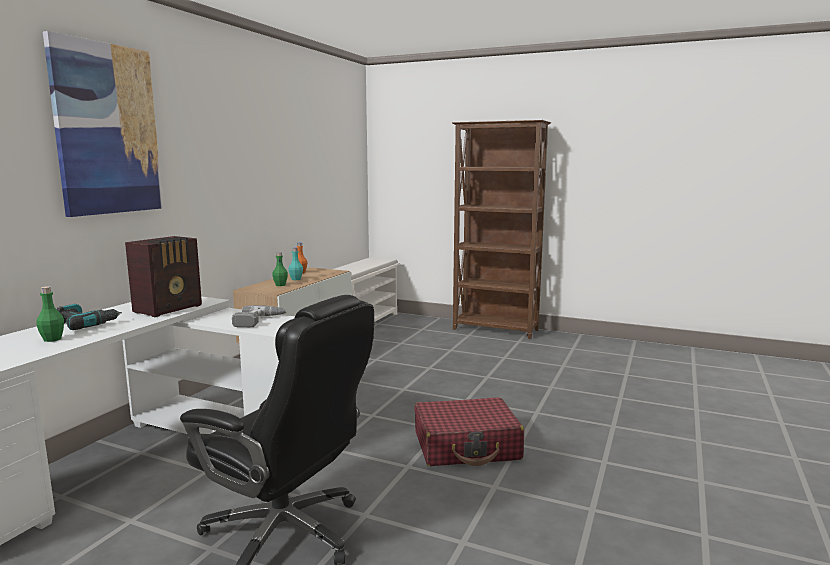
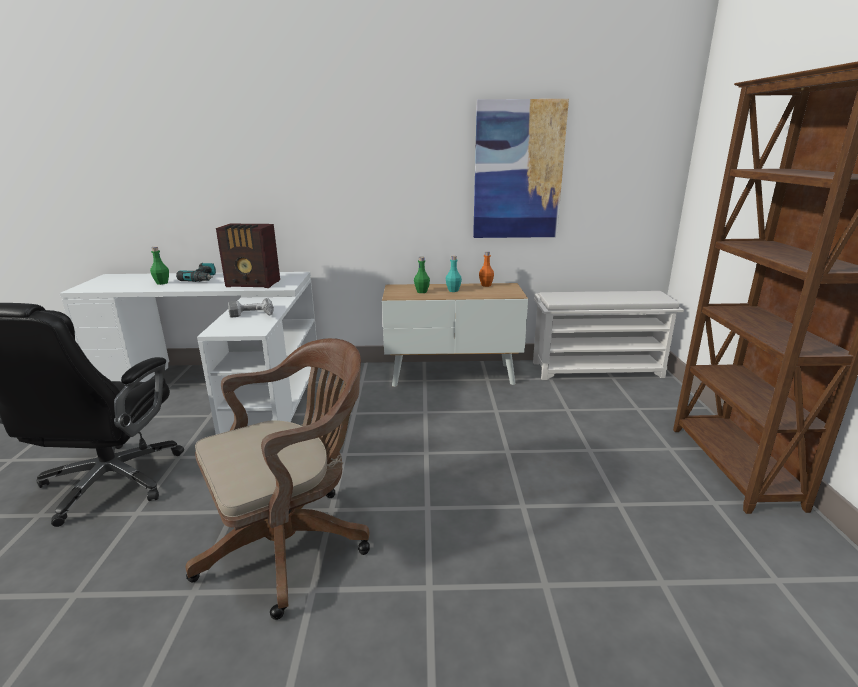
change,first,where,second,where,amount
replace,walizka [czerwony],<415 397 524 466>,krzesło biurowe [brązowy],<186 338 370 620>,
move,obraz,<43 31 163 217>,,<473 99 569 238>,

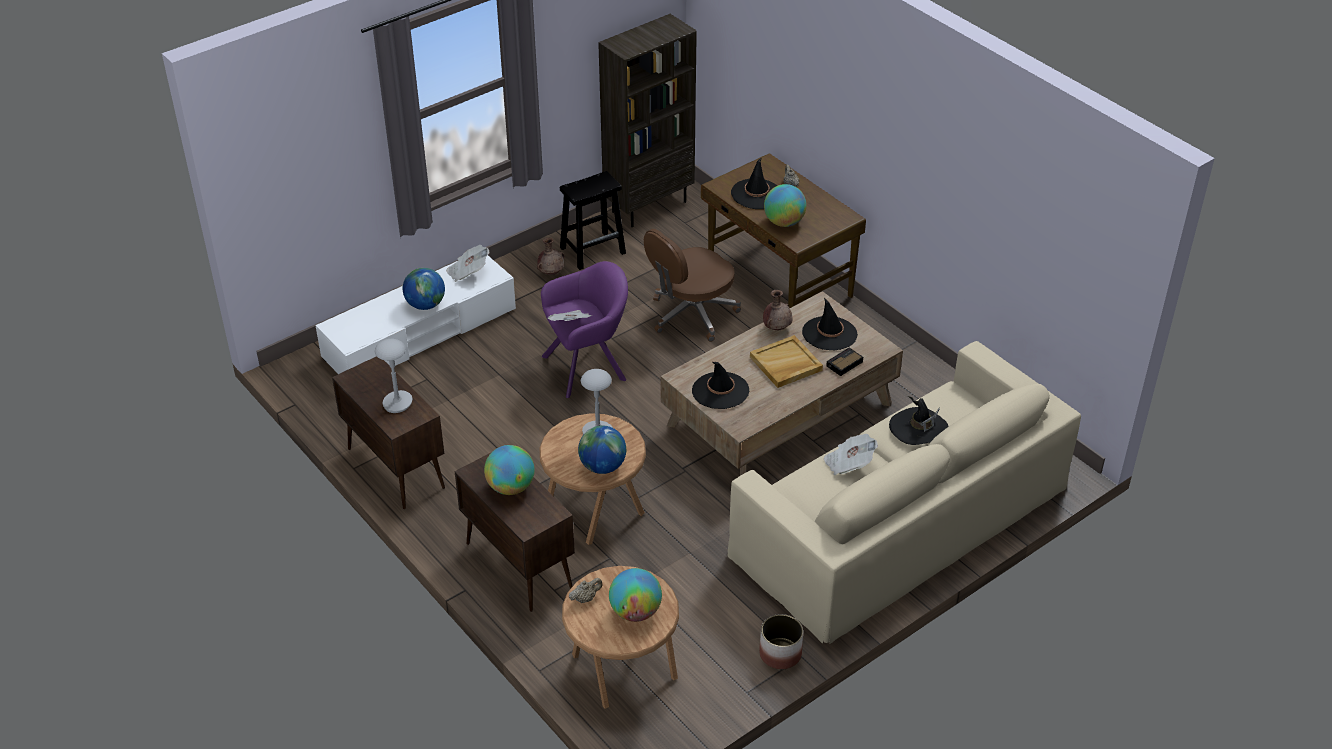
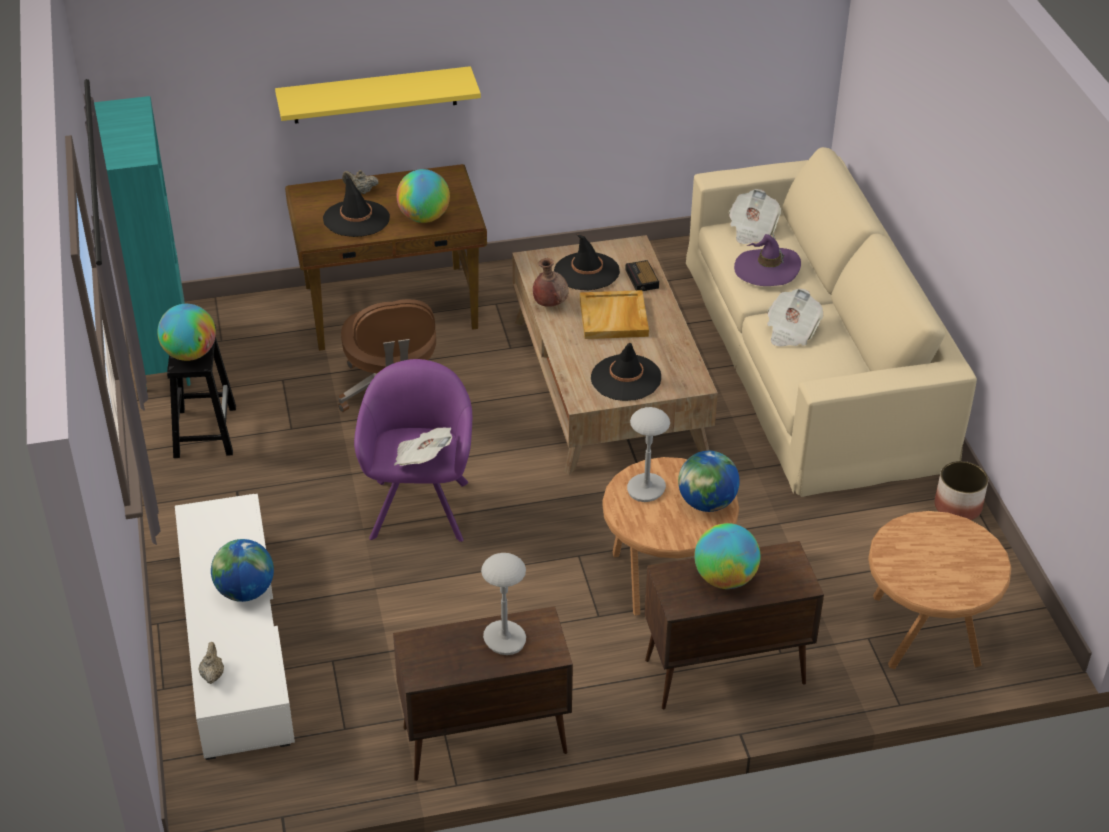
change,first,where,second,where,amount
recolor,regał [brązowy],<598 14 697 227>,regał [turkusowy],<94 96 191 388>,
move,globus,<609 568 662 622>,,<157 304 216 361>,
move,imbryk [beżowy],<569 578 603 603>,,<199 642 224 684>,
insert,,,półka [żółty],<275 66 481 124>,
move,gazeta,<446 245 490 282>,,<729 189 781 244>,
recolor,kapelusz [czarny],<889 396 949 445>,kapelusz [fioletowy],<734 234 801 286>,
delete,wazon [brązowy],<537 237 565 275>,,,

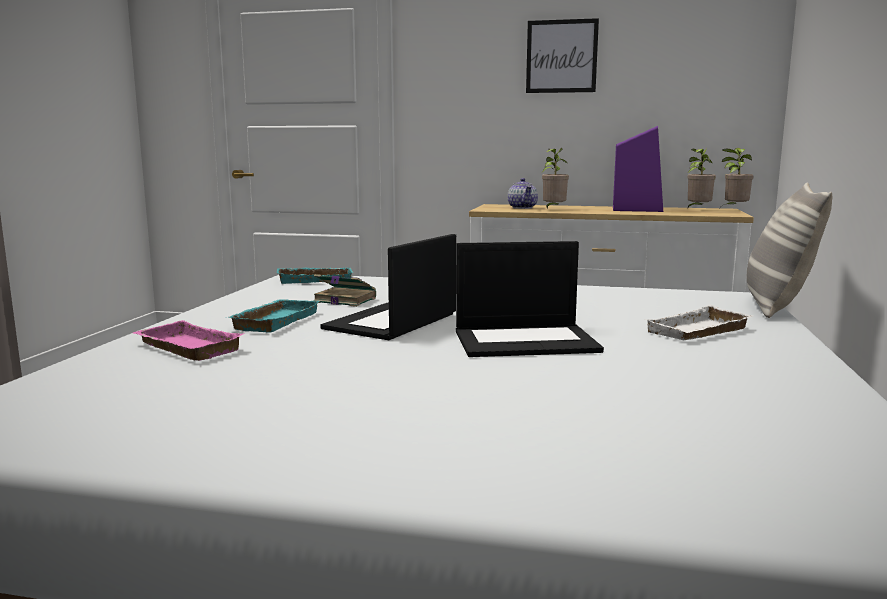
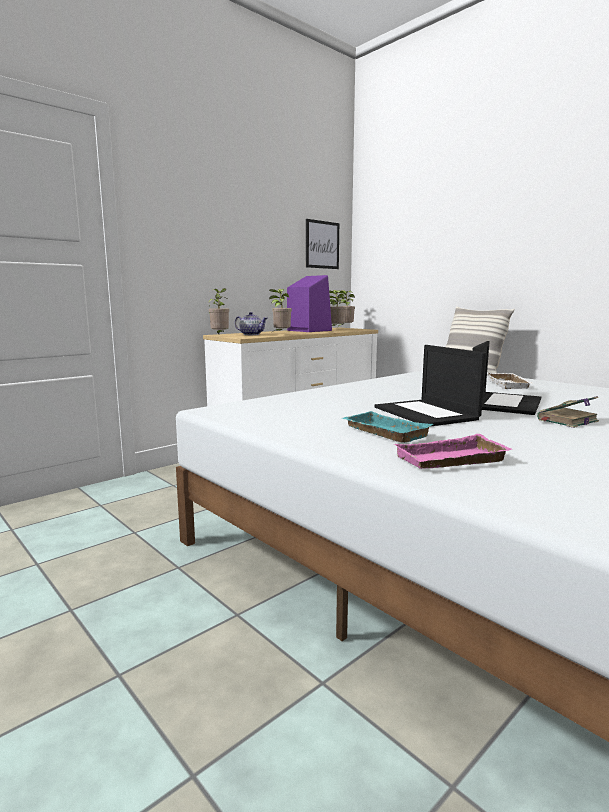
change,first,where,second,where,amount
insert,,,roślina doniczkowa,<208 288 229 334>,
move,obraz,<526 18 599 93>,,<306 219 339 269>,
move,książka,<313 274 376 307>,,<537 396 599 428>,
delete,taca [turkusowy],<276 268 353 284>,,,

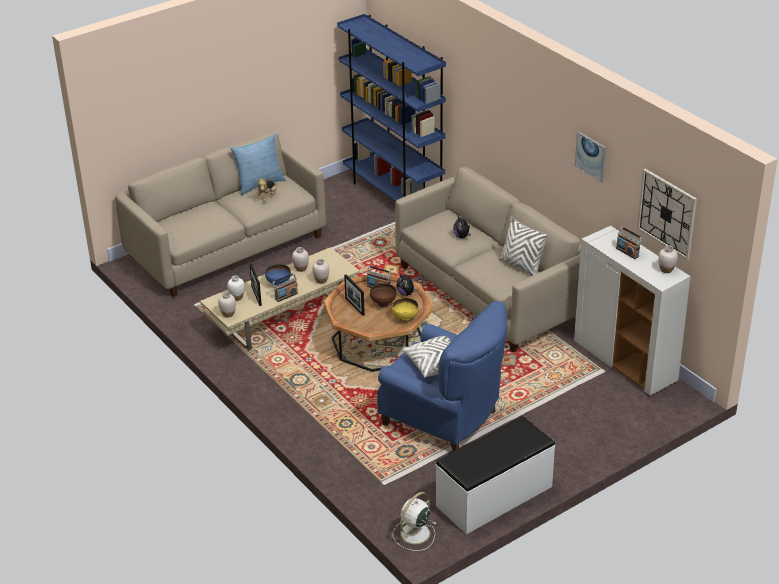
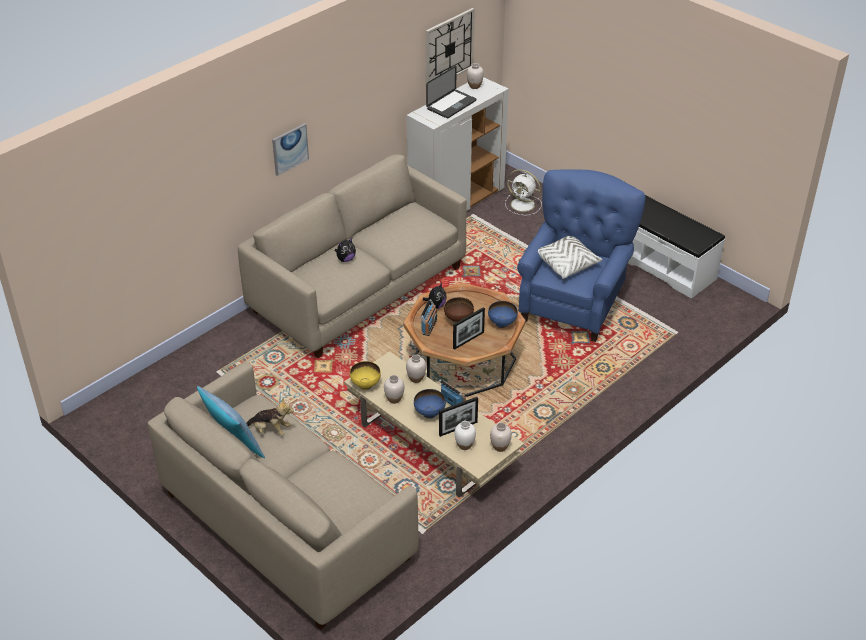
change,first,where,second,where,amount
move,obraz,<575 132 606 183>,,<272 123 309 176>,
move,miska [żółty],<392 298 419 322>,,<350 361 381 390>,
replace,radio,<616 227 643 259>,laptop,<426 66 476 118>,
insert,,,miska [niebieski],<488 301 518 328>,
move,wentylator [biały],<393 492 436 551>,,<505 169 542 216>,
delete,regał [niebieski],<337 14 446 202>,,,
delete,poduszka [biały],<499 217 548 276>,,,

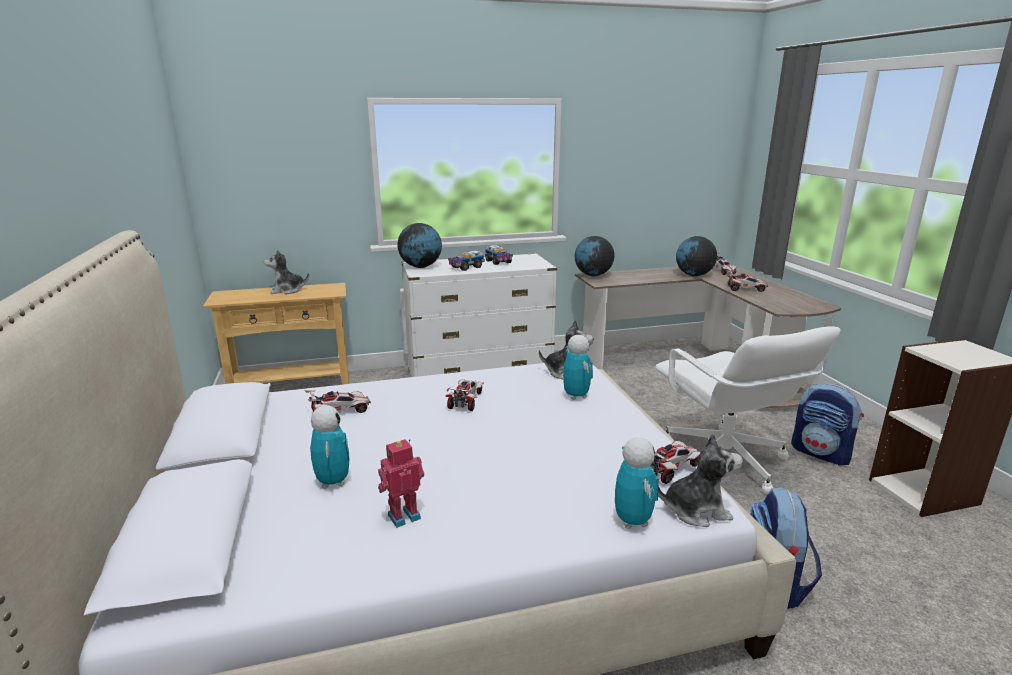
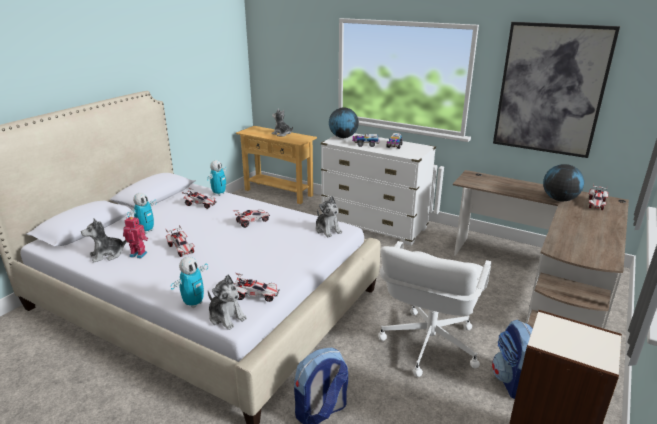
change,first,where,second,where,amount
insert,,,pluszak,<81 218 127 263>,
move,samochodzik,<726 270 768 292>,,<166 225 195 257>,
move,robot zabawkowy,<563 335 593 400>,,<207 160 227 196>,
insert,,,obraz,<493 22 620 158>,
delete,globus,<575 236 615 276>,,,

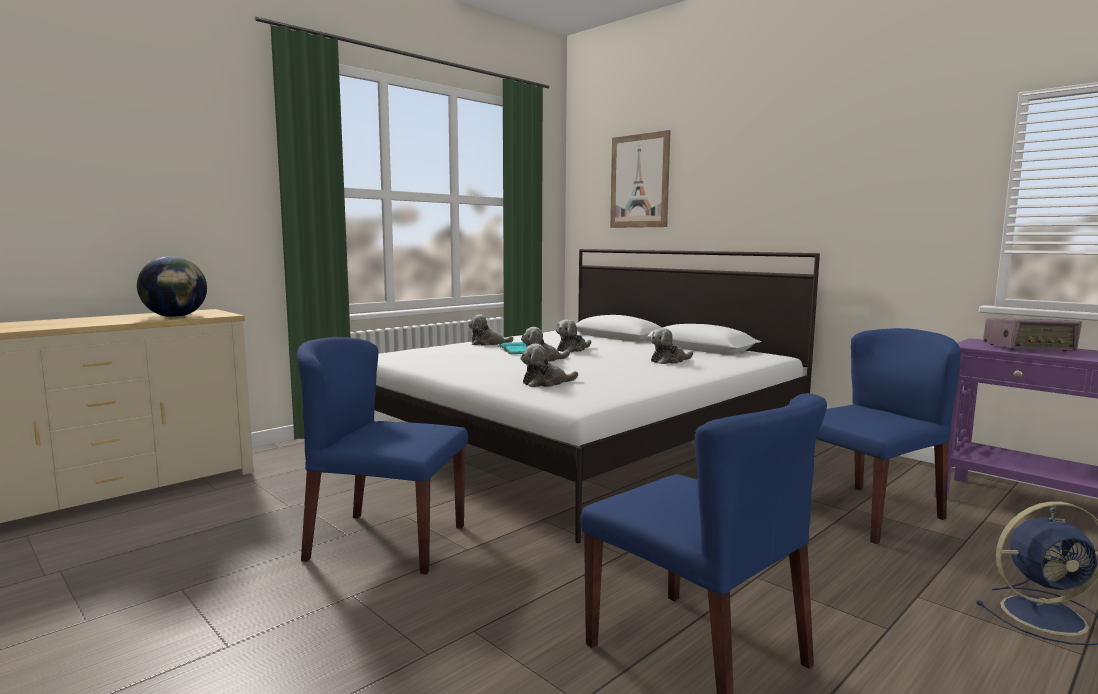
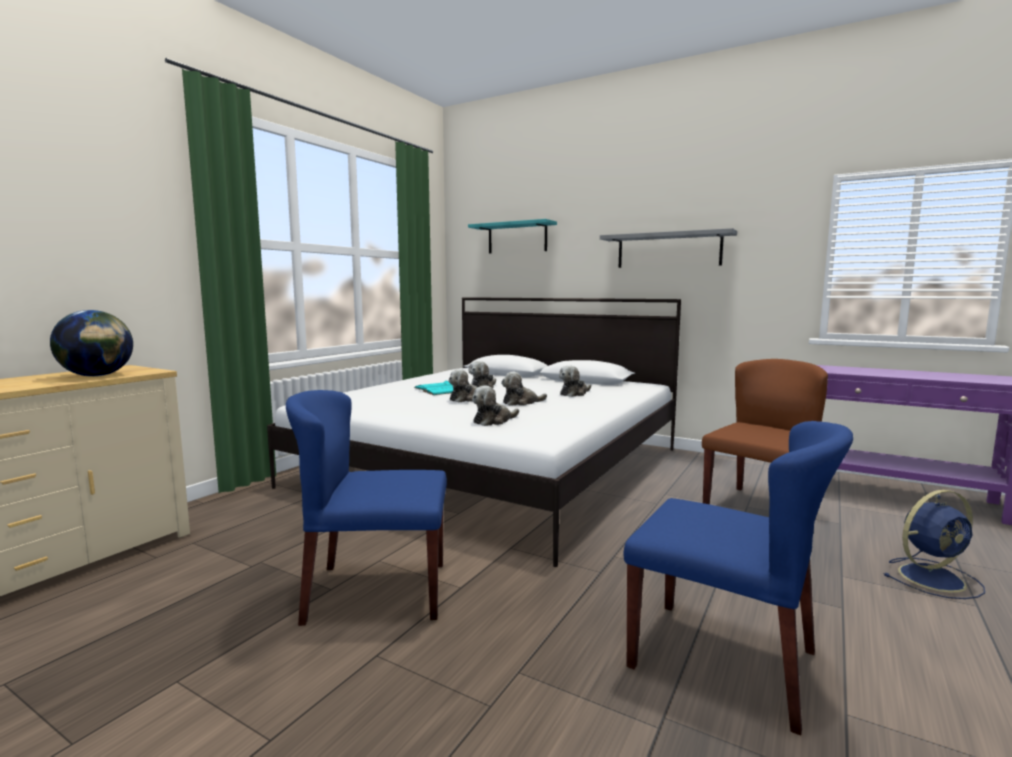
change,first,where,second,where,amount
replace,obraz,<610 130 671 228>,półka [turkusowy],<468 219 557 253>,
move,pluszak,<468 314 514 346>,,<501 372 547 406>,
insert,,,półka [szary],<600 228 737 268>,
recolor,krzesło [niebieski],<816 328 960 544>,krzesło [brązowy],<702 359 828 504>,
delete,radio,<983 318 1082 351>,,,

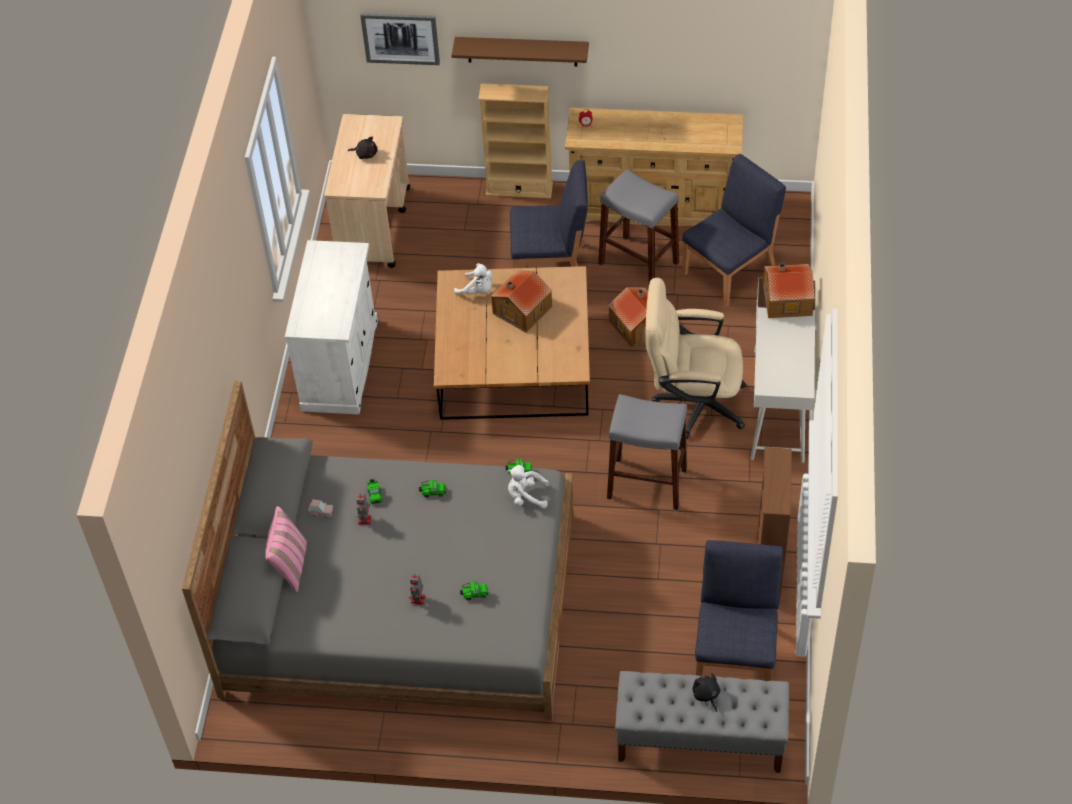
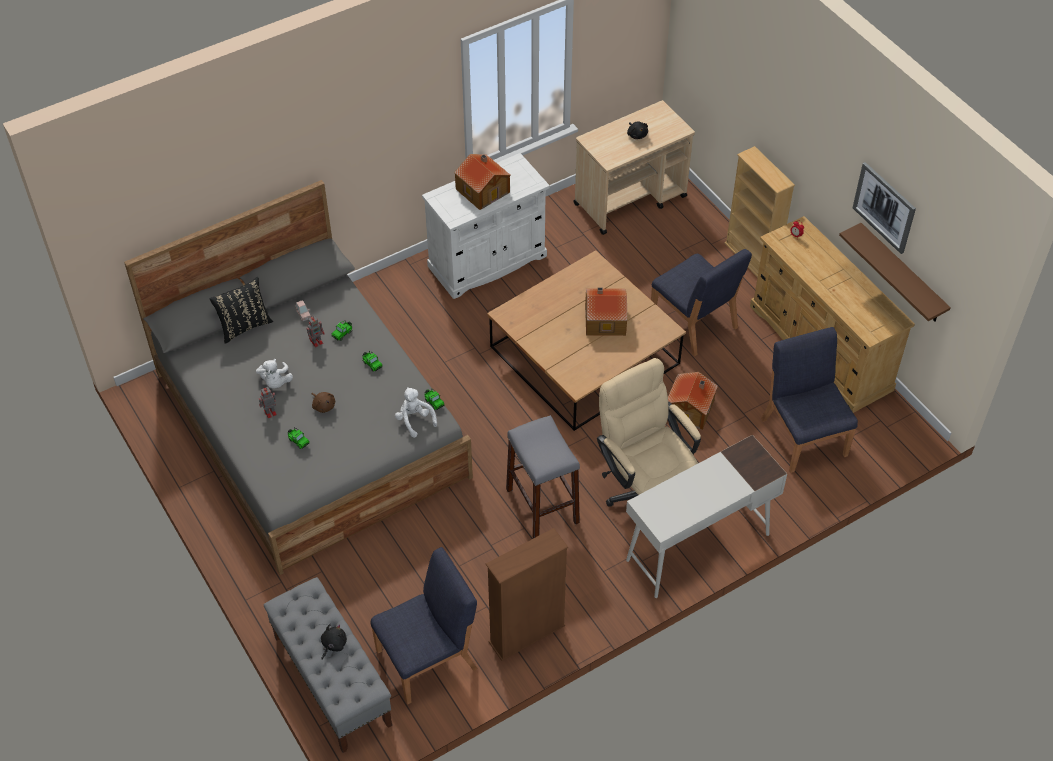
change,first,where,second,where,amount
recolor,poduszka [różowy],<265 506 307 593>,poduszka [czarny],<209 277 273 344>,
move,pluszak [biały],<454 263 493 295>,,<256 359 293 389>,
insert,,,pluszak [brązowy],<312 392 335 413>,
move,domek,<763 264 815 318>,,<454 154 511 210>,
rotate,krzesło [niebieski],<682 154 786 307>,,<761 327 858 473>,120 degrees counterclockwise
move,półka [brązowy],<451 37 589 67>,,<839 223 951 322>,
move,obraz,<360 13 440 65>,,<853 162 916 254>,
delete,stołek [szary],<598 169 679 283>,,,

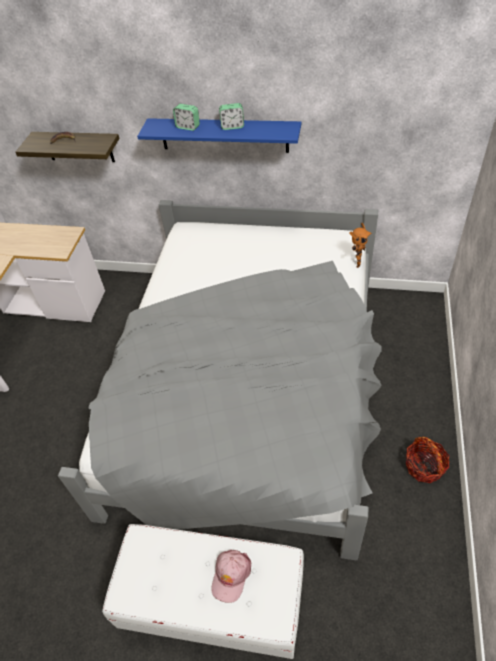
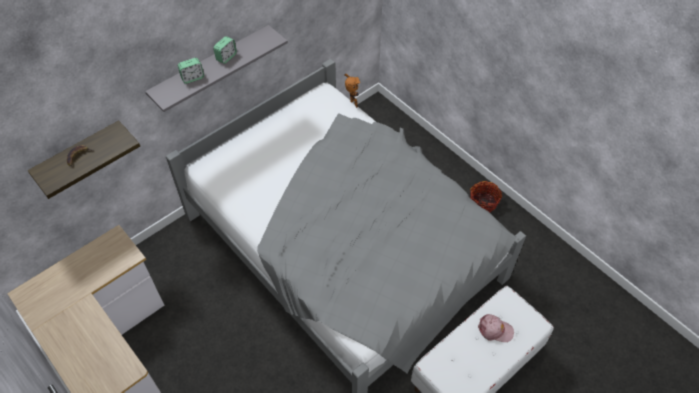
change,first,where,second,where,amount
recolor,półka [niebieski],<137 118 301 153>,półka [szary],<145 25 288 112>,
rotate,czapka z daszkiem [różowy],<211 549 251 603>,,<478 314 514 342>,45 degrees counterclockwise

